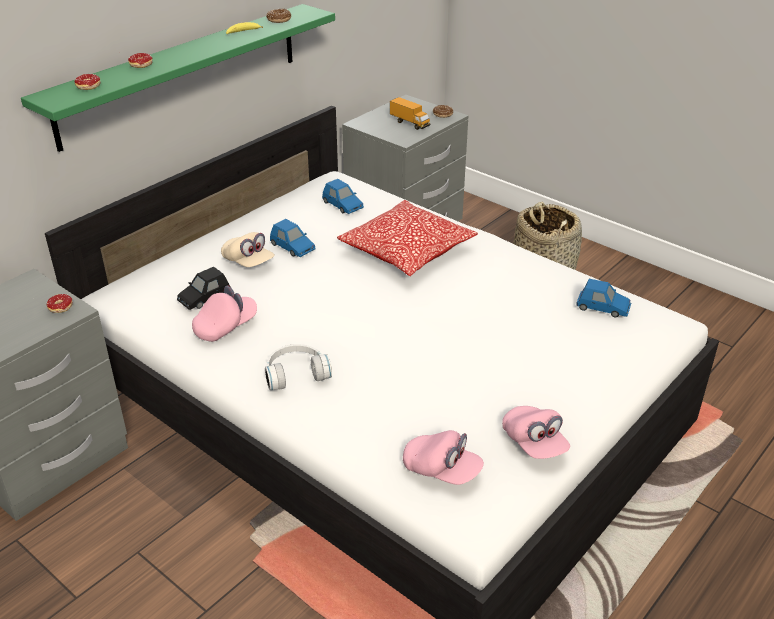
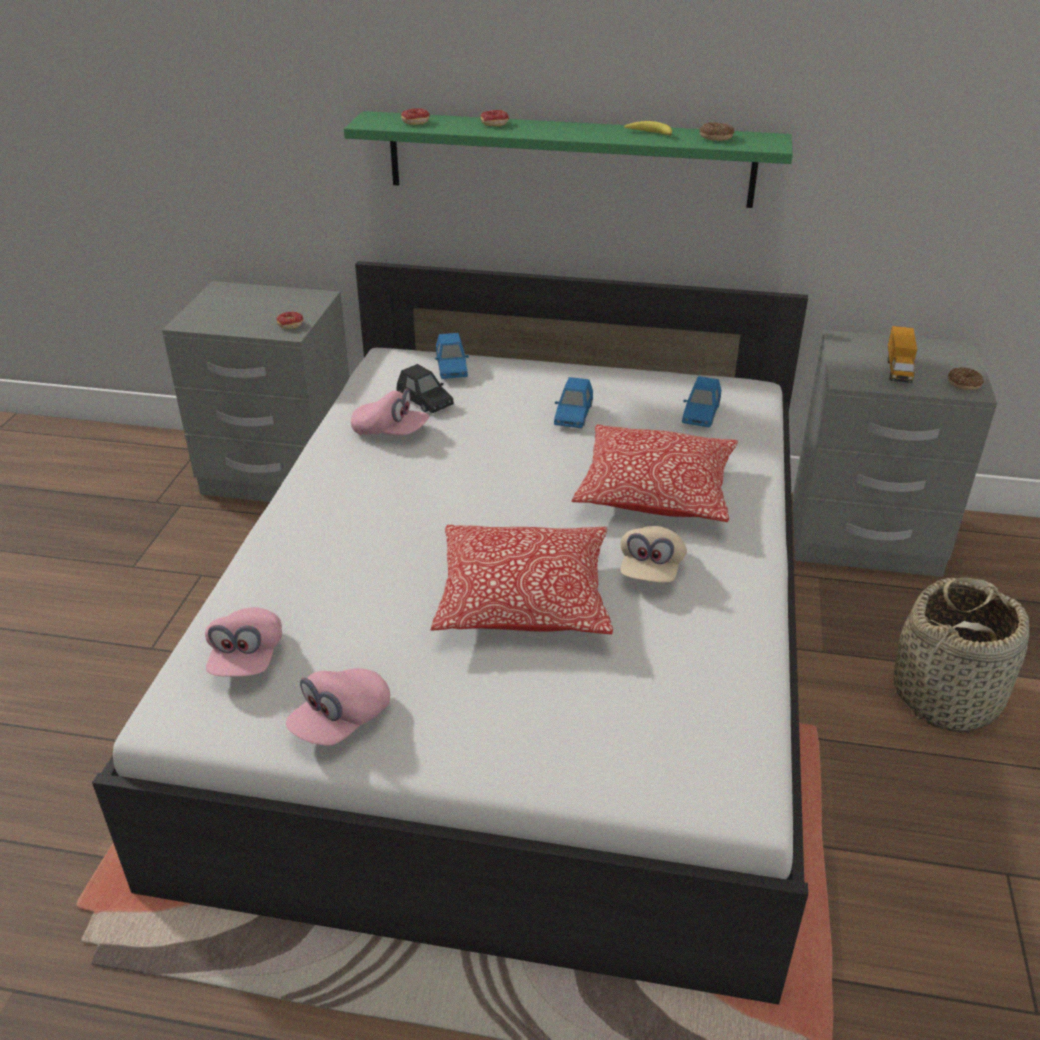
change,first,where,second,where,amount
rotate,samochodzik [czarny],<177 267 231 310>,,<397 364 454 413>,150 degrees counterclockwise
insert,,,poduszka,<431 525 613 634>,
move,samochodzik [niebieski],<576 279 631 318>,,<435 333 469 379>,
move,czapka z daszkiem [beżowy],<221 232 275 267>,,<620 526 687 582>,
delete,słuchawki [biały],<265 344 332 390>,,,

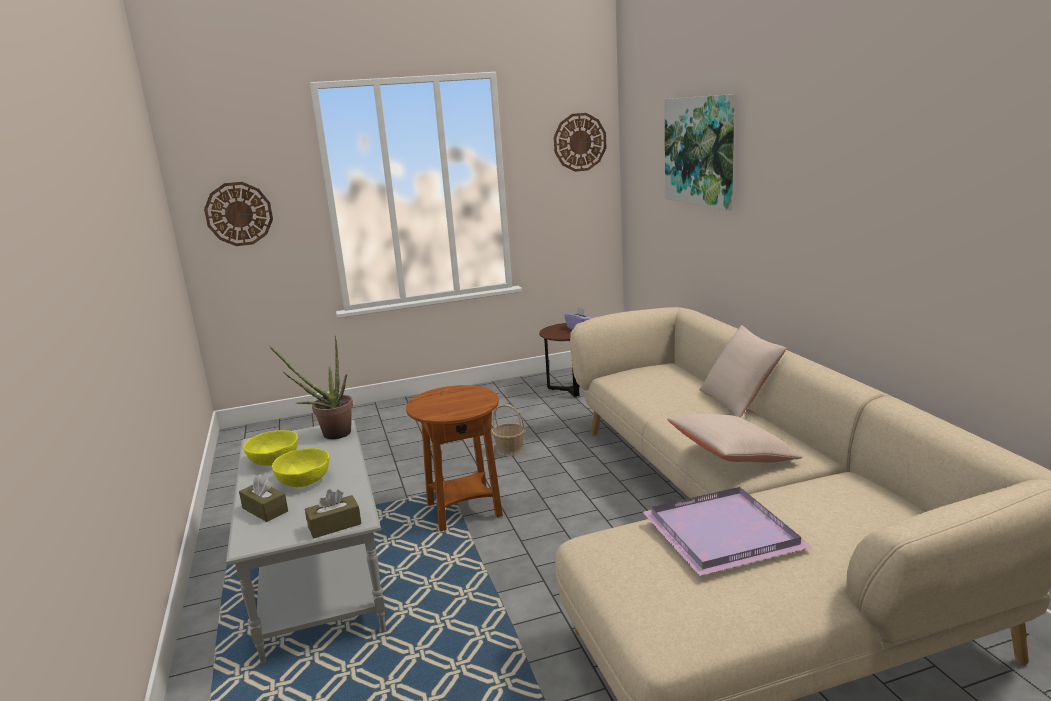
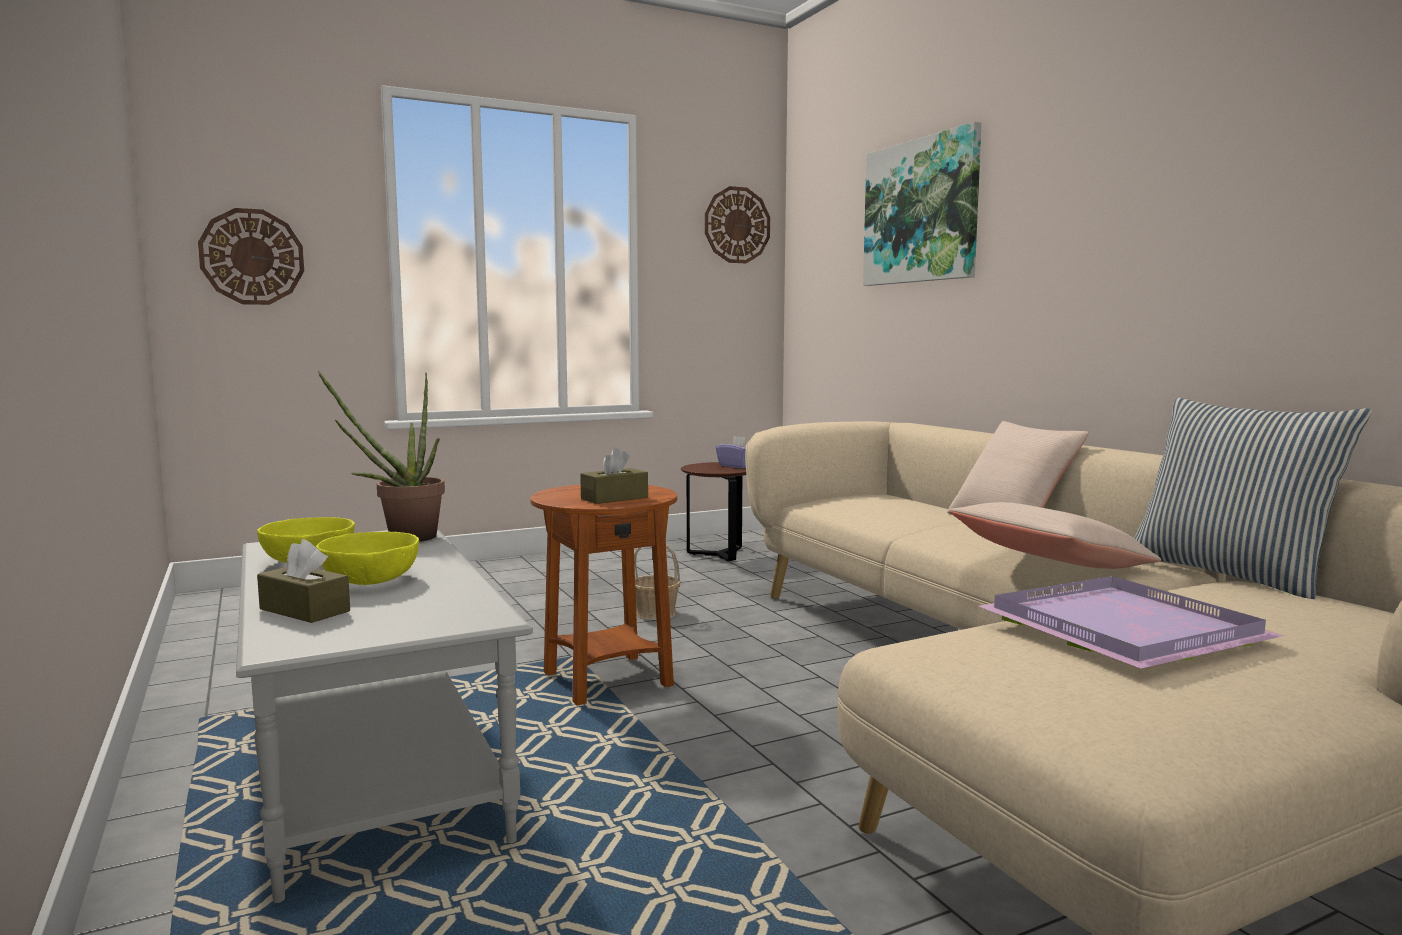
change,first,where,second,where,amount
move,pudełko chusteczek [brązowy],<305 489 362 538>,,<580 447 648 504>,
insert,,,poduszka,<1134 397 1372 599>,

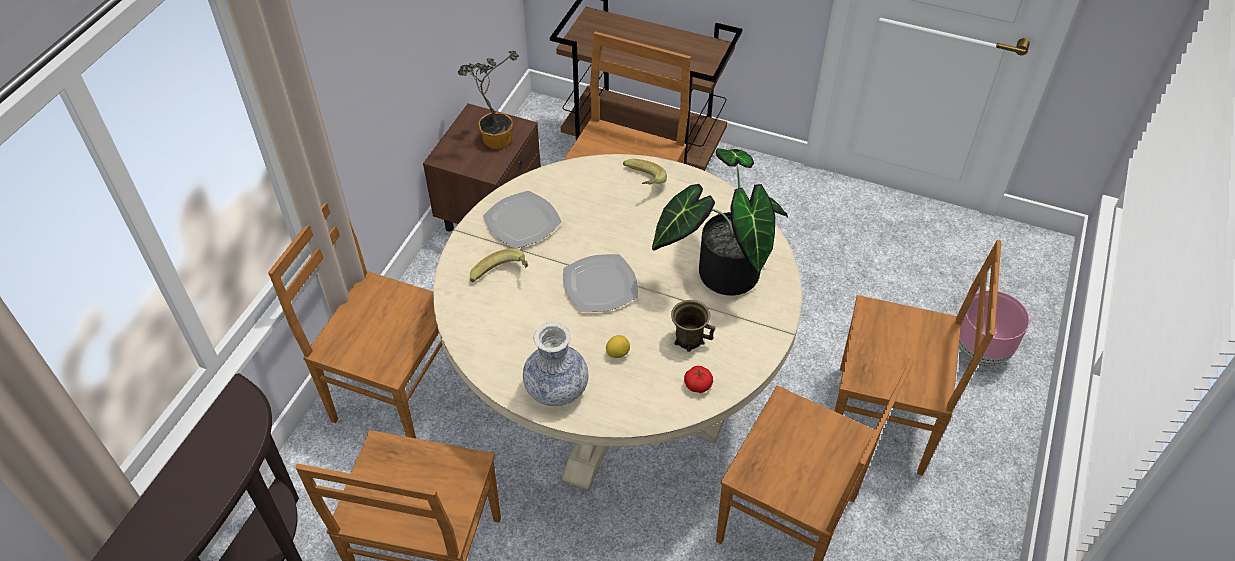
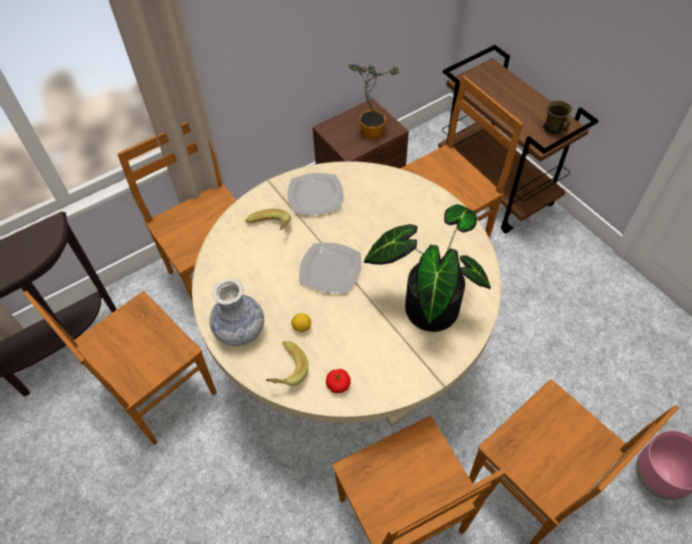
change,first,where,second,where,amount
move,banan,<623 159 667 185>,,<266 341 308 386>,
move,kubek [brązowy],<671 300 716 352>,,<543 100 573 134>,

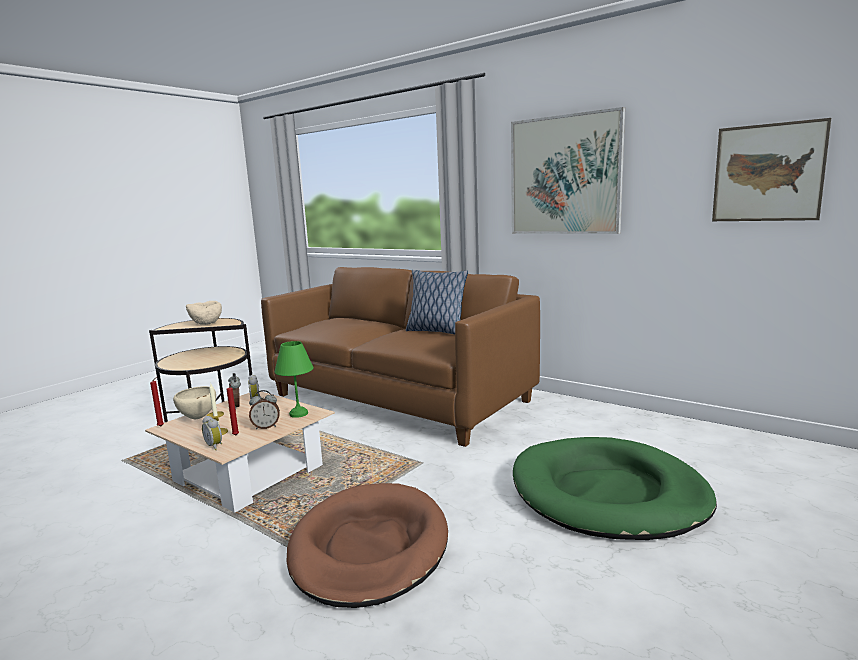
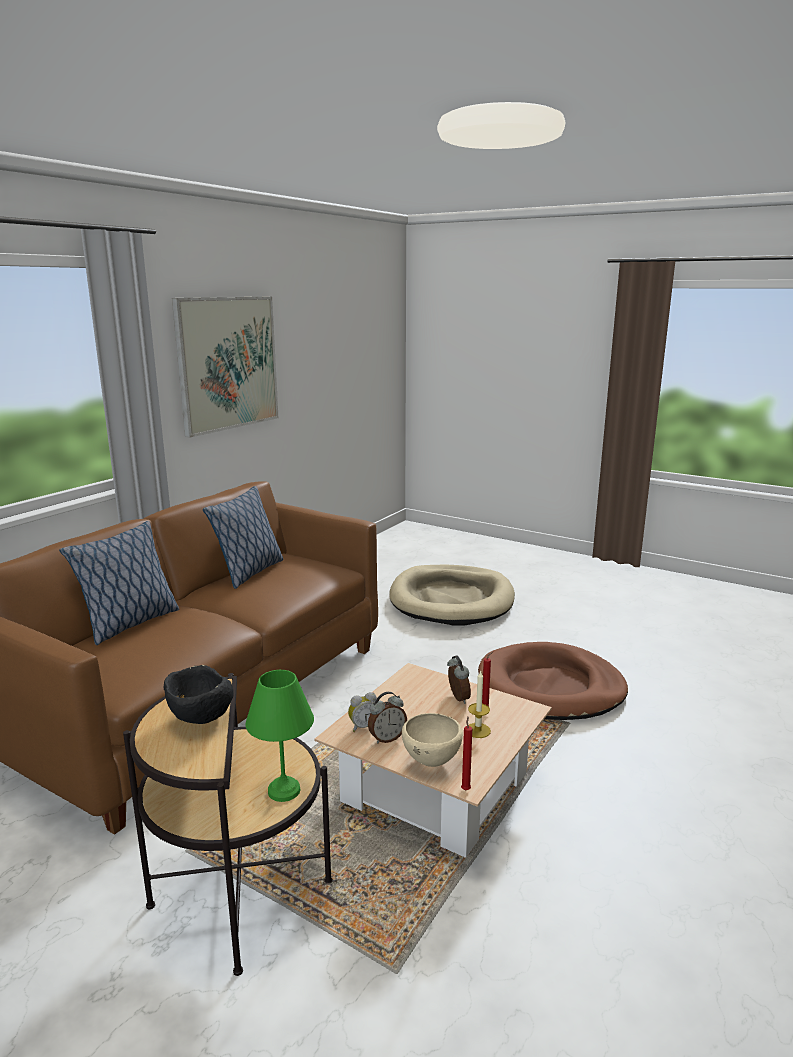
change,first,where,second,where,amount
insert,,,poduszka,<59 521 179 645>,
recolor,miska [beżowy],<186 301 222 325>,miska [czarny],<164 665 234 724>,
move,lampa stołowa [zielony],<274 341 313 418>,,<246 670 314 802>,
recolor,legowisko [zielony],<513 437 717 540>,legowisko [beżowy],<389 565 515 626>,
delete,budzik,<202 416 222 450>,,,
delete,obraz,<712 118 831 221>,,,

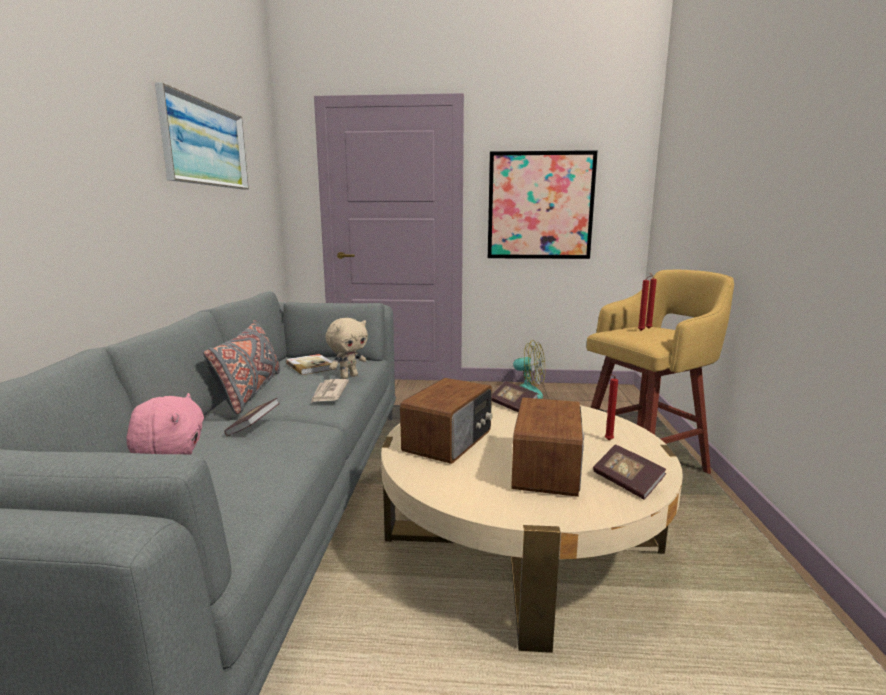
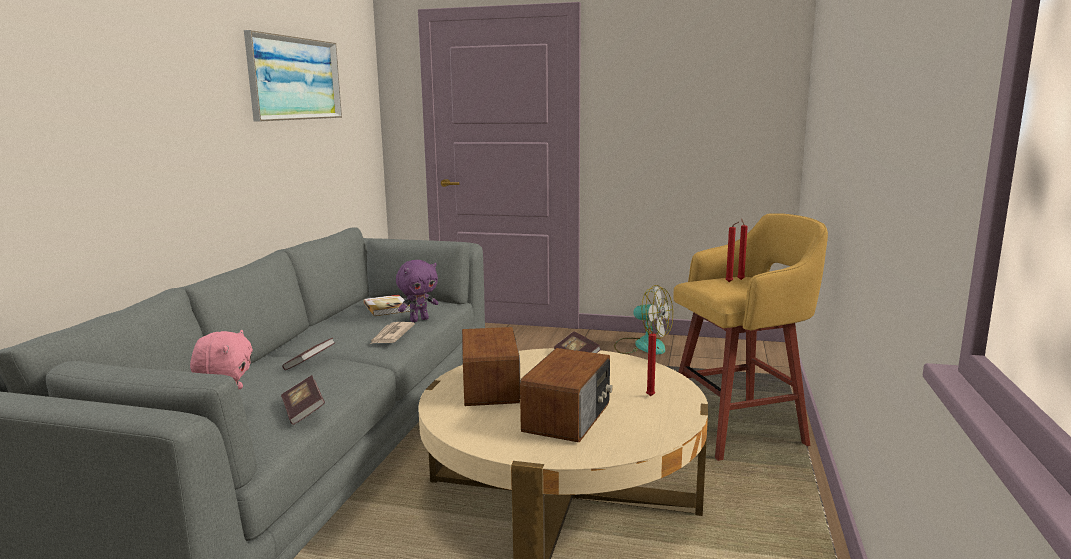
change,first,where,second,where,amount
move,książka,<593 444 666 500>,,<281 375 325 425>,
recolor,pluszak [beżowy],<326 318 368 379>,pluszak [fioletowy],<396 260 439 322>,
rotate,radio,<400 378 493 464>,,<462 327 520 406>,45 degrees counterclockwise
delete,poduszka [szary],<203 320 280 414>,,,
delete,obraz,<488 150 598 259>,,,

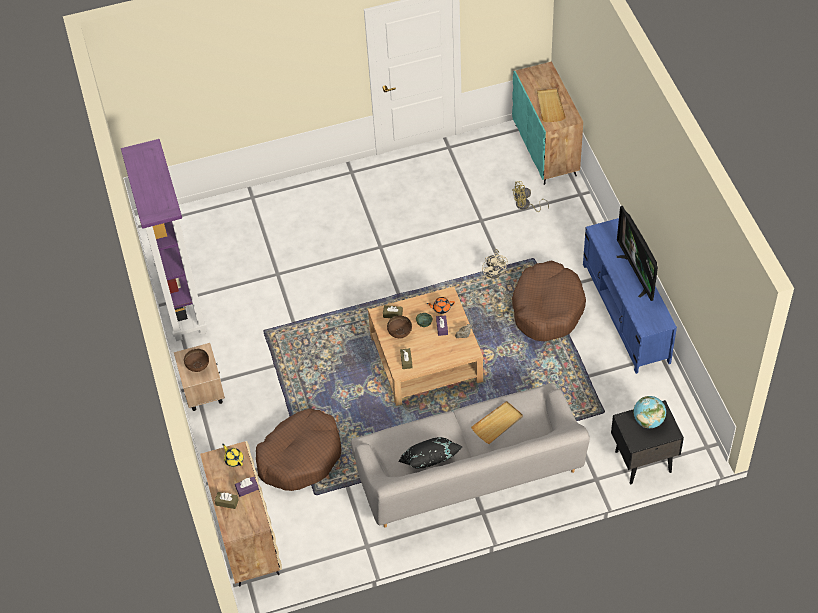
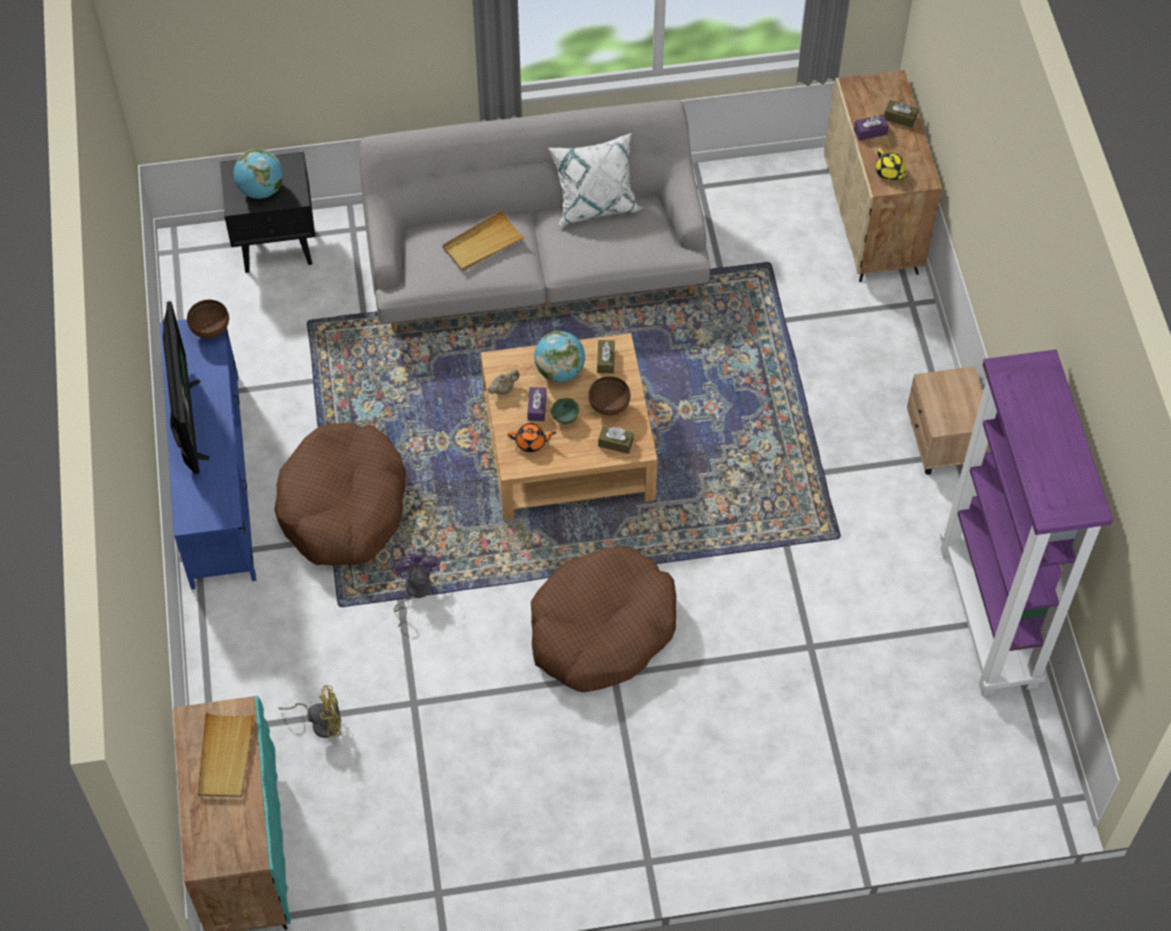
change,first,where,second,where,amount
move,miska [brązowy],<184 349 209 372>,,<187 300 229 338>,
recolor,wentylator [beżowy],<482 249 508 279>,wentylator [fioletowy],<391 550 440 627>,
move,legowisko [brązowy],<256 408 342 491>,,<531 546 676 692>,
insert,,,globus,<534 331 585 382>,
recolor,poduszka [czarny],<398 437 463 469>,poduszka [biały],<548 133 643 225>,

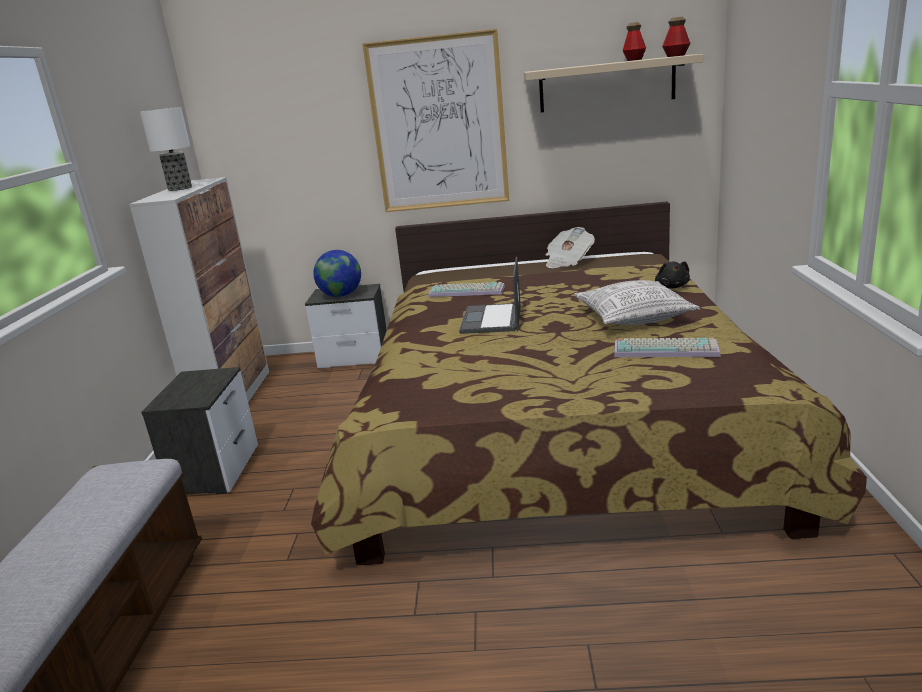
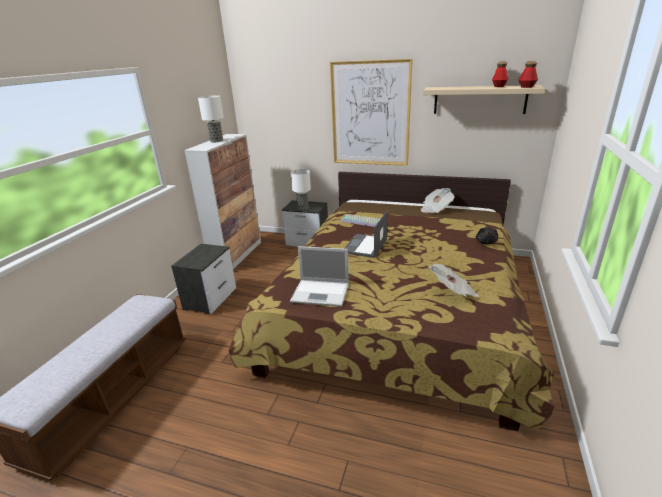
change,first,where,second,where,amount
insert,,,laptop,<290 246 349 307>,
replace,globus,<313 250 361 297>,lampa stołowa,<291 169 311 210>,
replace,klawiatura,<614 338 721 357>,gazeta,<429 264 479 297>,
delete,poduszka,<574 280 700 325>,,,

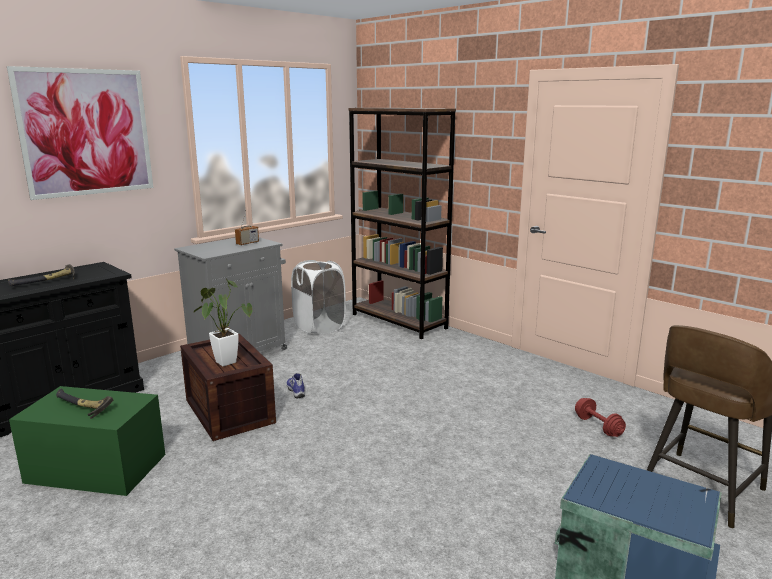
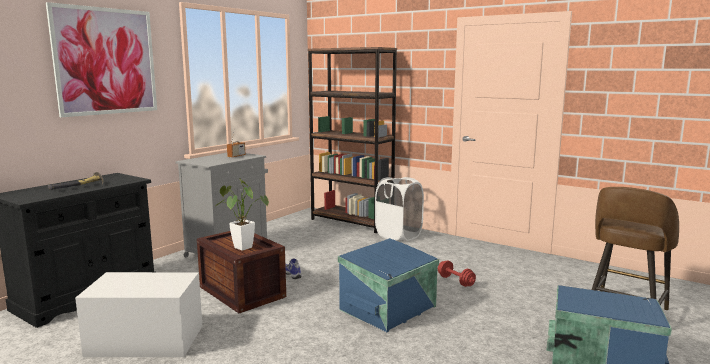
change,first,where,second,where,amount
recolor,pojemnik do przechowywania [zielony],<9 386 165 496>,pojemnik do przechowywania [biały],<75 272 202 357>,
insert,,,pojemnik do przechowywania [niebieski],<338 238 439 332>,
move,kosz na pranie [biały],<291 260 346 335>,,<375 177 424 241>,
move,hantel [czerwony],<575 398 626 437>,,<438 261 476 287>,
delete,młotek,<56 389 113 419>,,,

